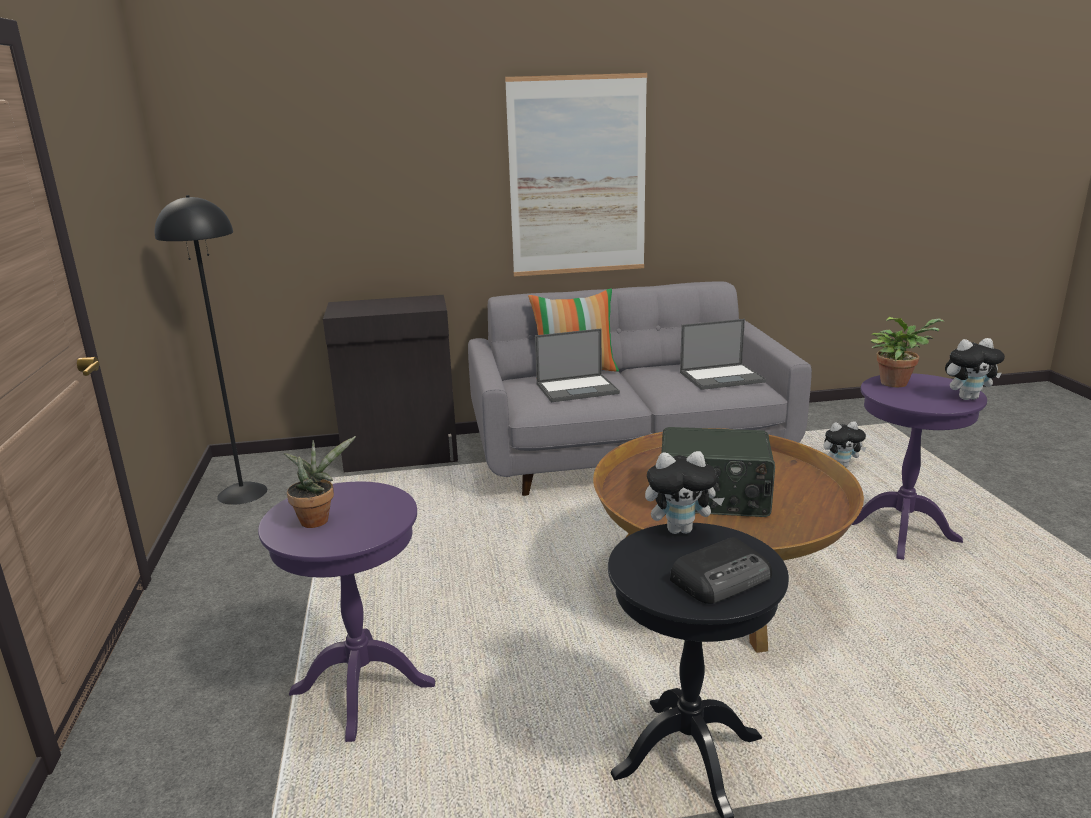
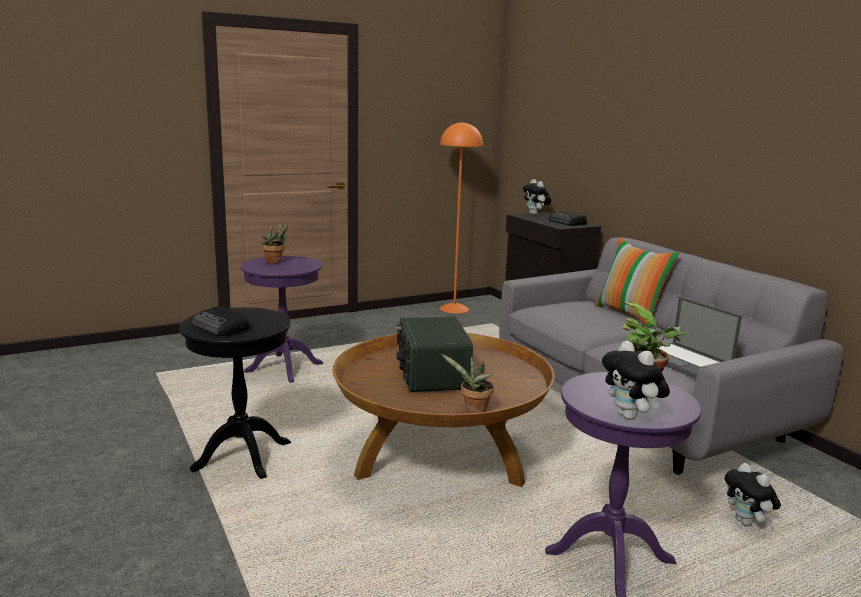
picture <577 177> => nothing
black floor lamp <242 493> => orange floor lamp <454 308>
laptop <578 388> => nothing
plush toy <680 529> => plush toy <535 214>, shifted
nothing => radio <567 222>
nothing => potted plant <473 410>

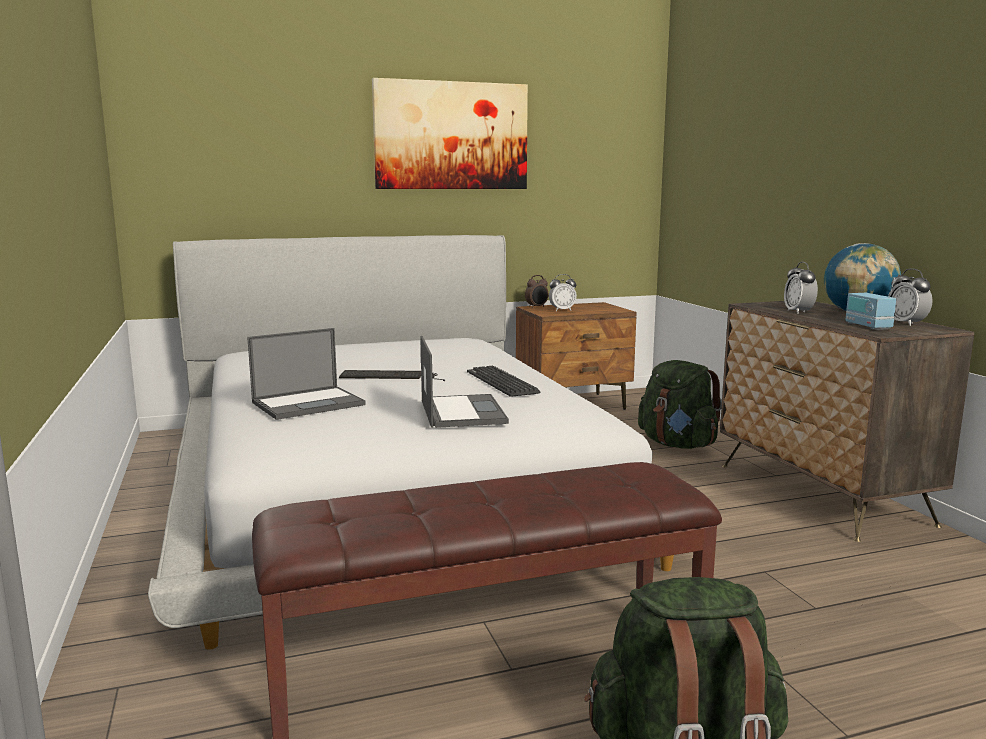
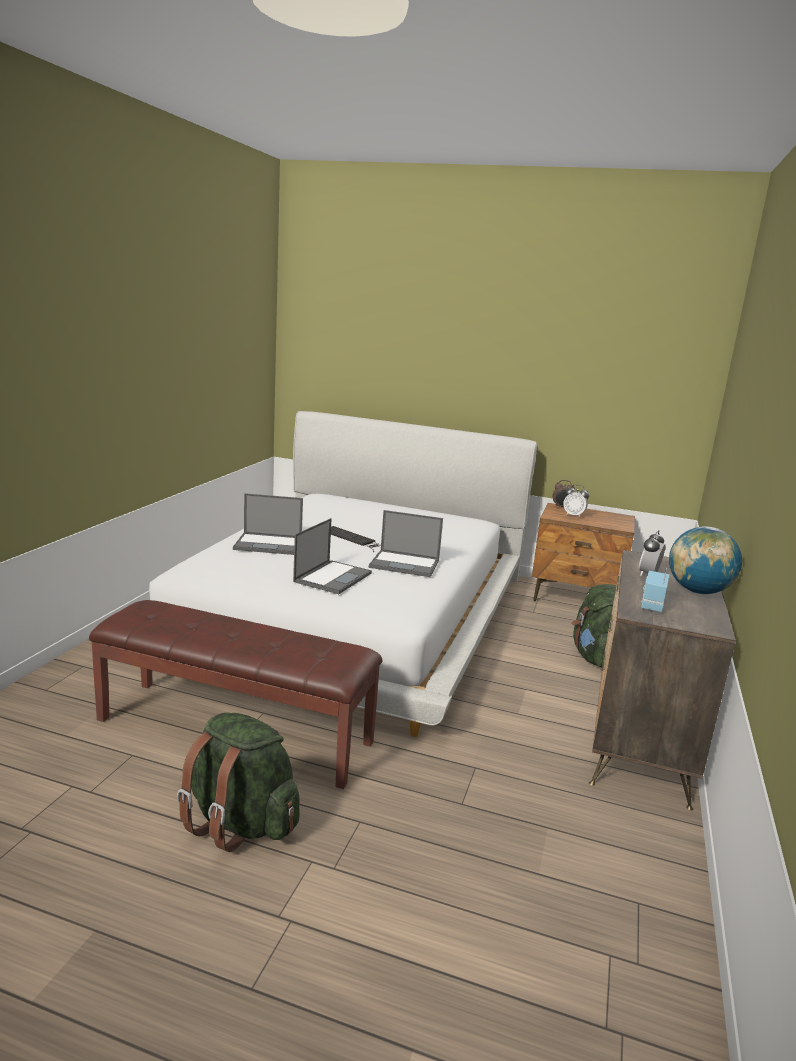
picture <451 136> => nothing
alarm clock <906 324> => nothing
keyboard <501 382> => laptop <405 564>

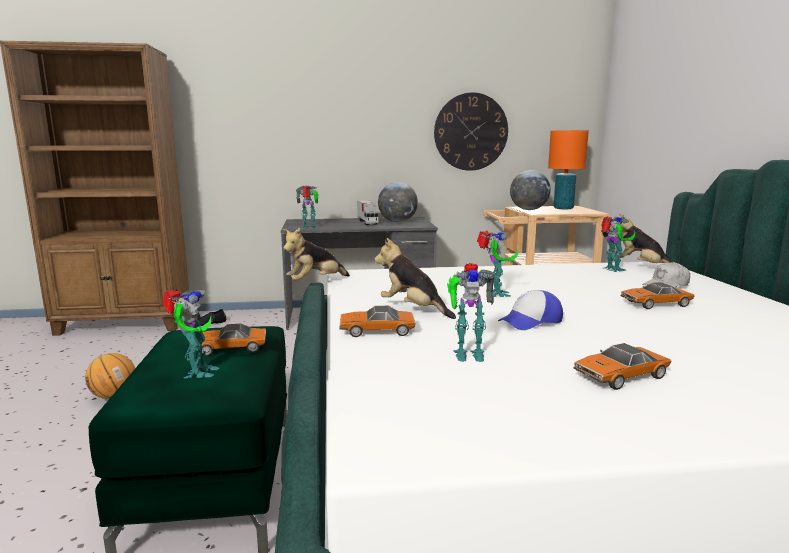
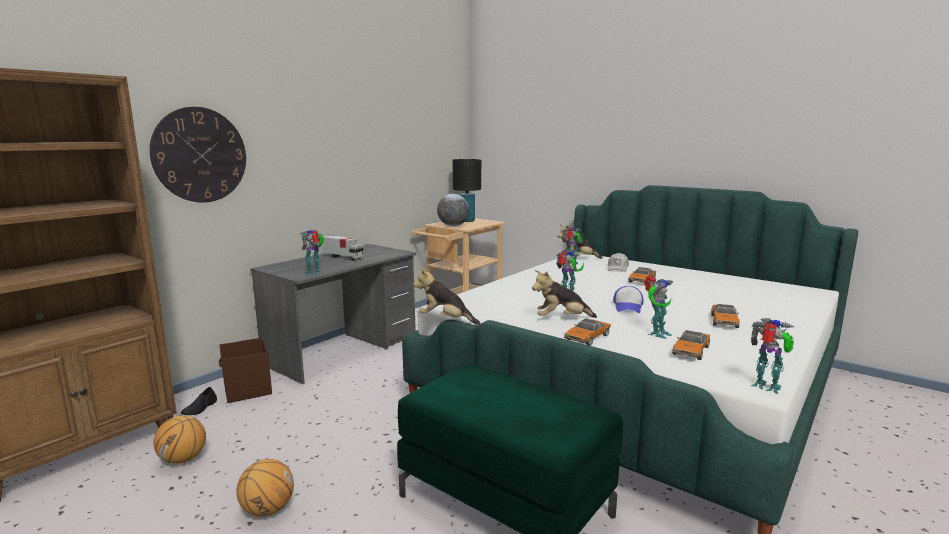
wall clock <471 132> => wall clock <200 155>, shifted
orange table lamp <563 208> => black table lamp <467 221>
globe <397 222> => nothing
plush toy <315 282> => plush toy <445 320>, 105 degrees clockwise
toy robot <197 372> => toy robot <767 388>, shifted
toy car <229 348> => toy car <690 351>, shifted
nothing => brown storage box <247 390>
nothing => basketball <183 459>

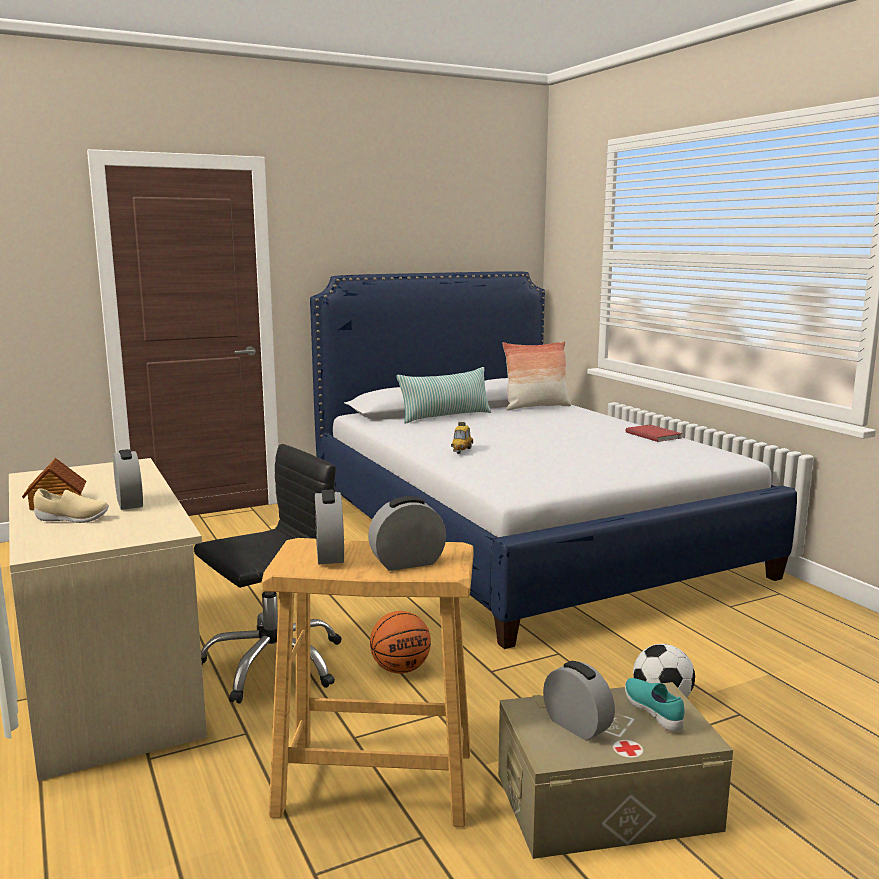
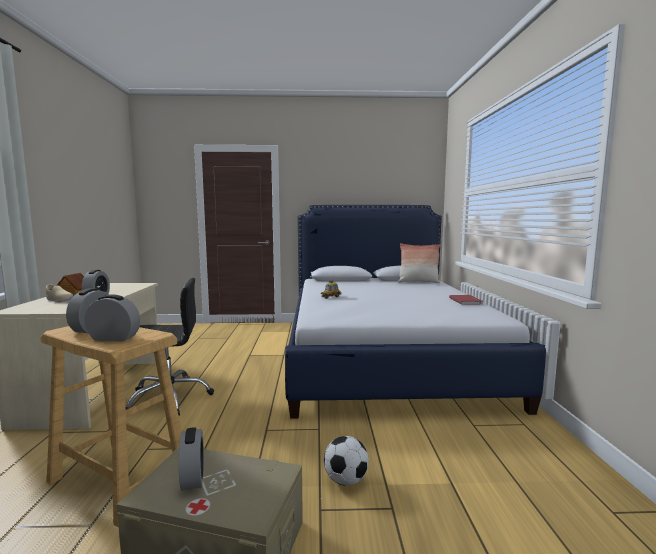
pillow <445 416> => nothing
basketball <400 669> => nothing
turquoise shoe <654 712> => nothing

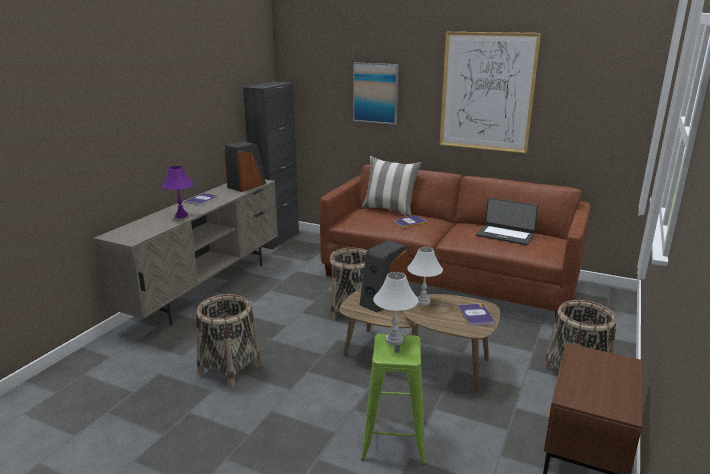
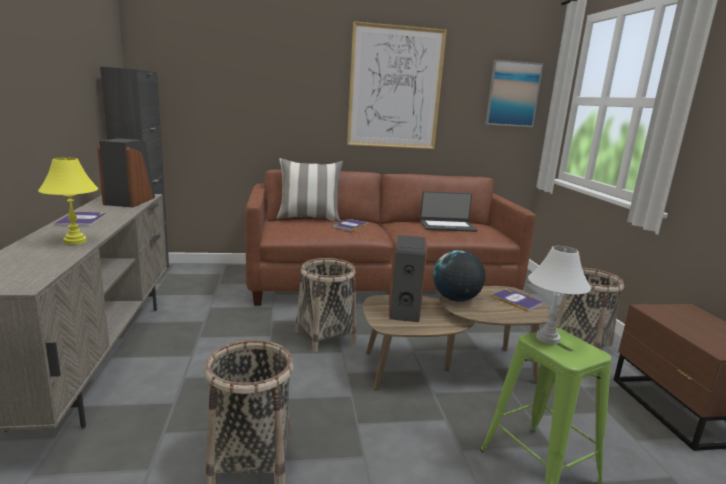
picture <375 93> => picture <513 94>, shifted
purple table lamp <181 216> => yellow table lamp <75 241>
white table lamp <423 302> => globe <456 299>

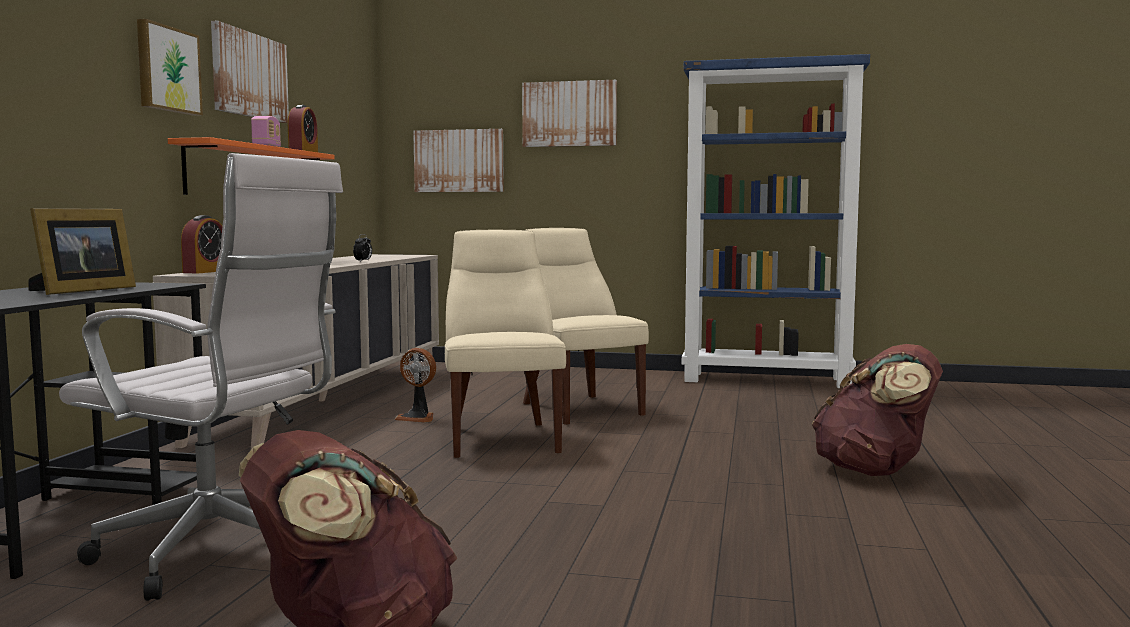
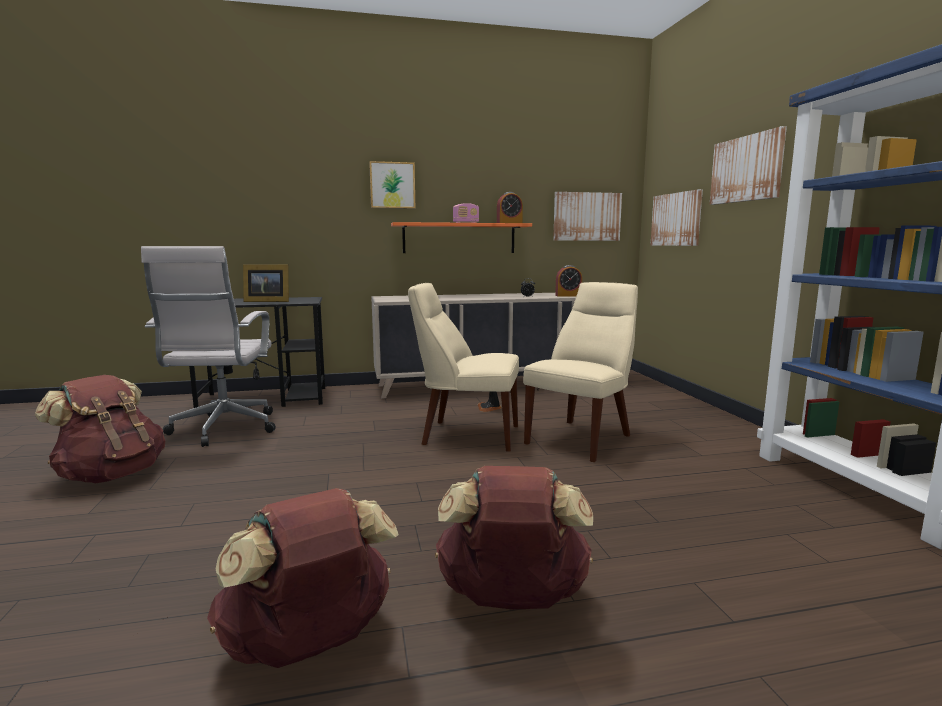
picture <249 75> => picture <586 216>, shifted
alarm clock <205 271> => alarm clock <568 296>, shifted
beige chair <502 438> => beige chair <466 435>, 135 degrees counterclockwise
nothing => brown backpack <310 645>

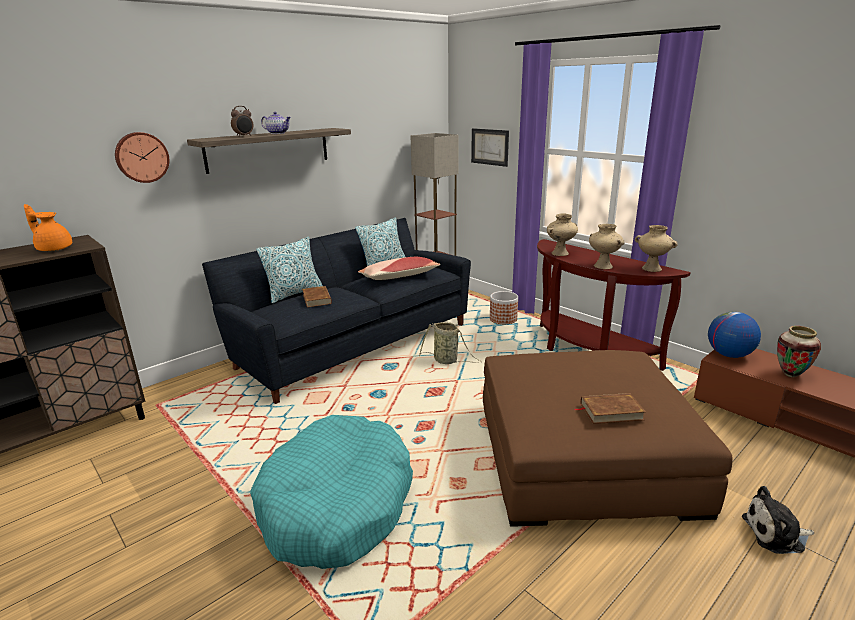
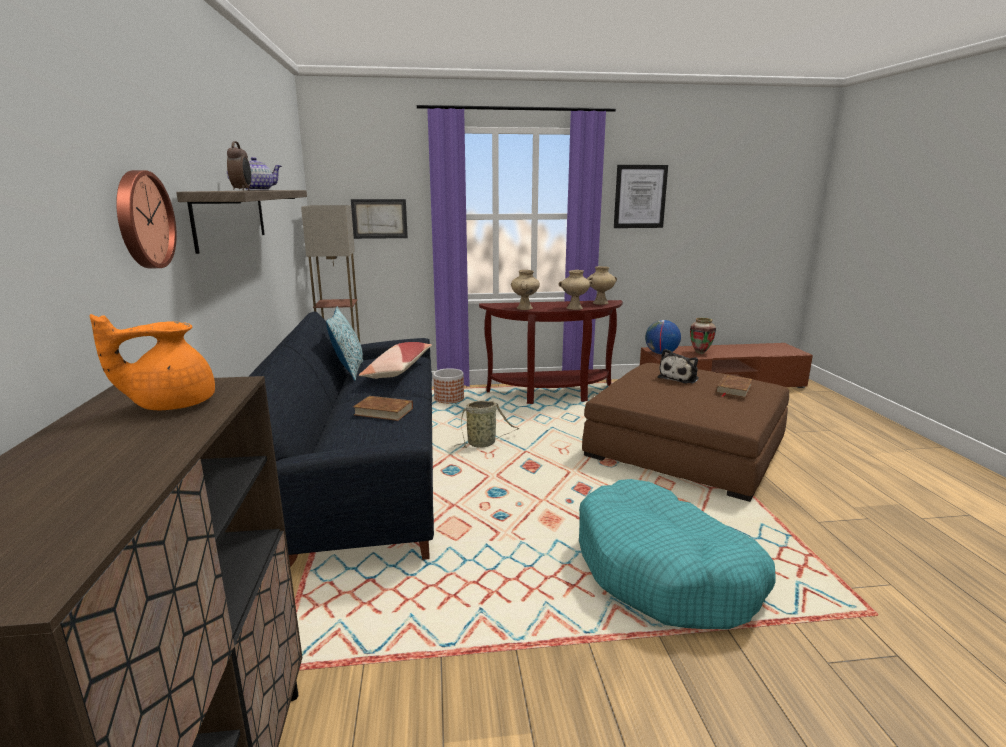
pillow <294 293> => nothing
plush toy <776 534> => plush toy <679 378>, shifted
nothing => picture <640 196>

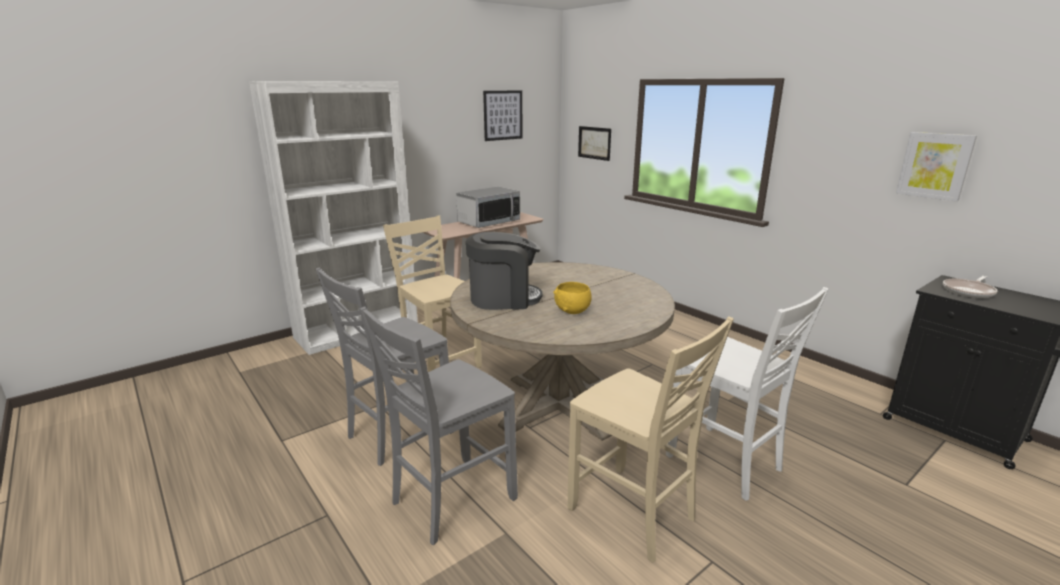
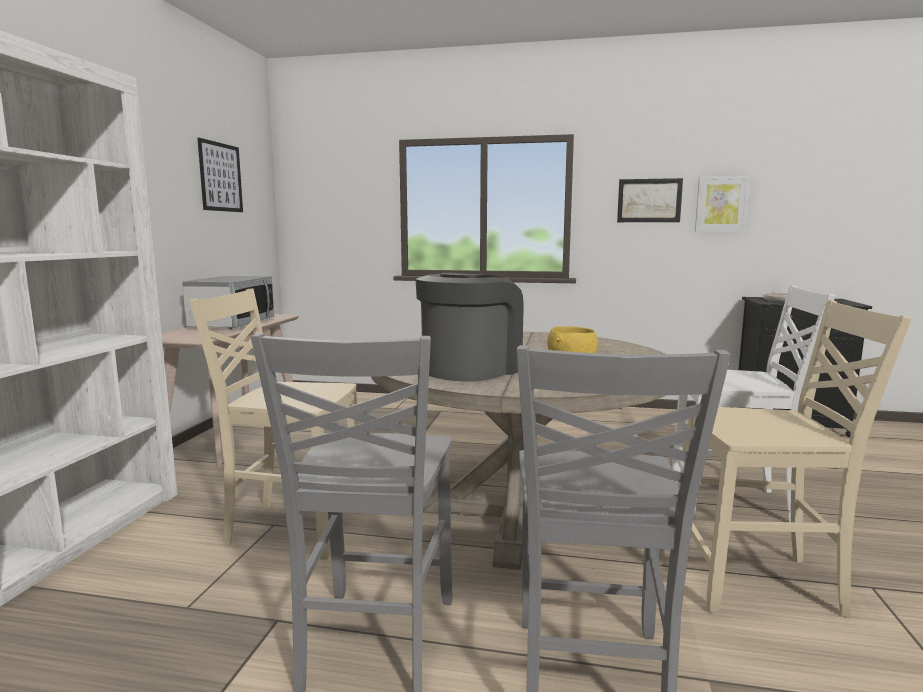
picture <594 143> => picture <649 200>, shifted

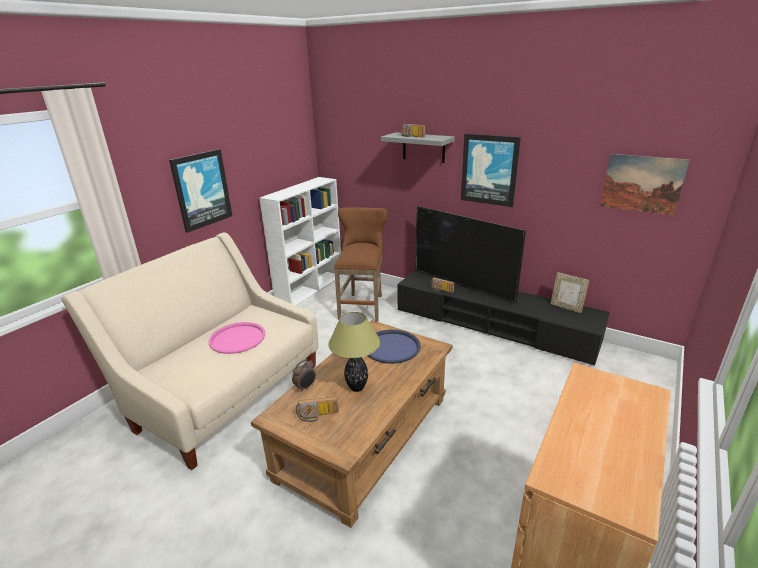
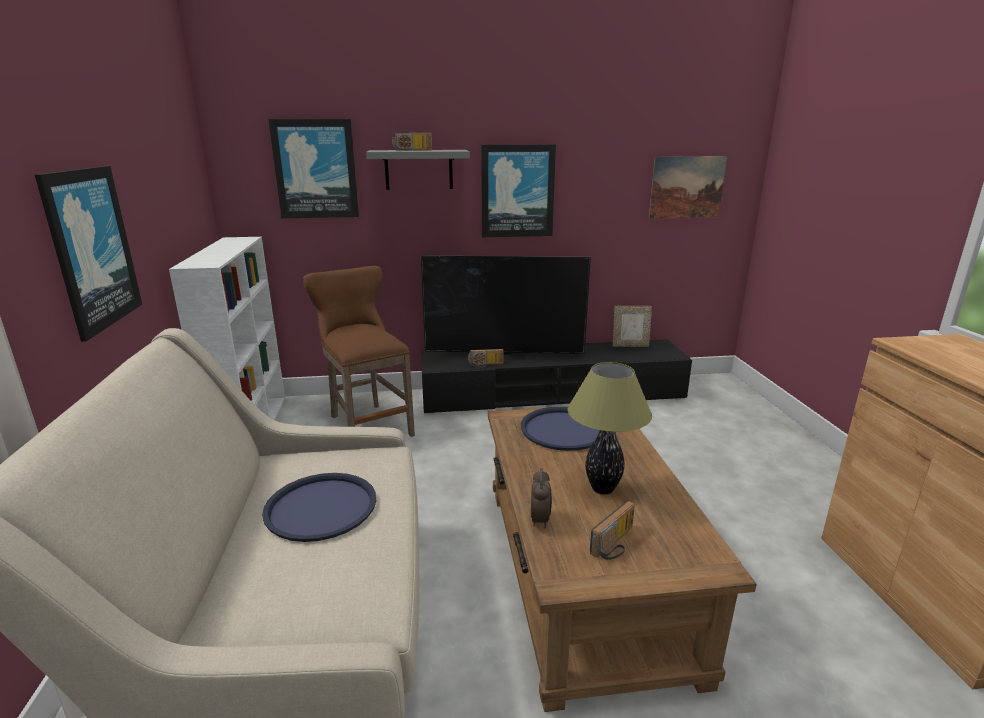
pink tray <237 338> => blue tray <321 507>
nothing => picture <315 169>

